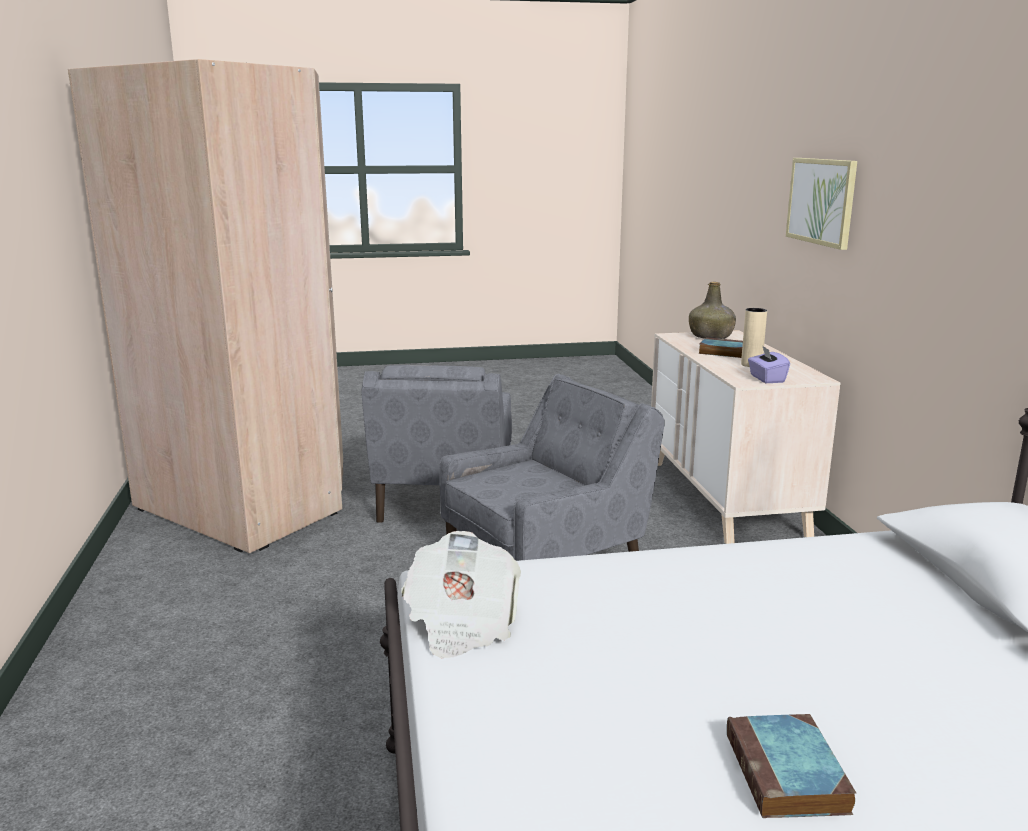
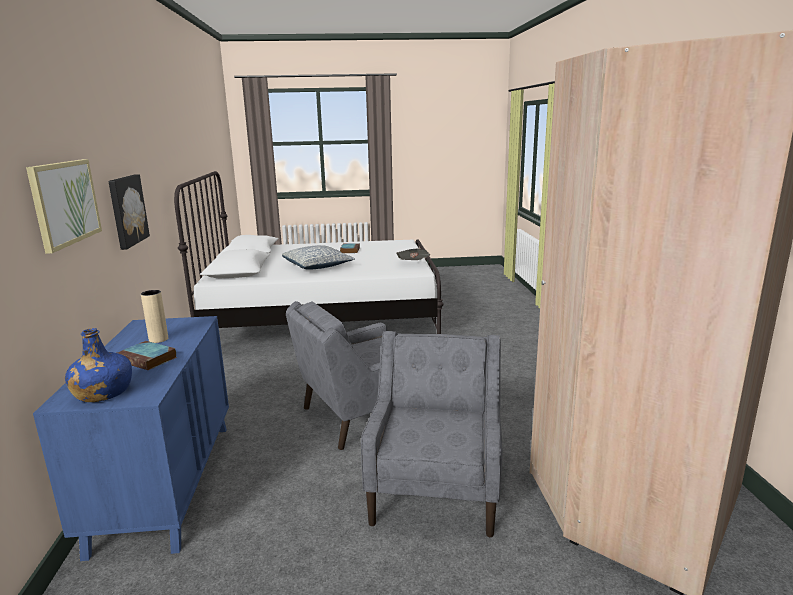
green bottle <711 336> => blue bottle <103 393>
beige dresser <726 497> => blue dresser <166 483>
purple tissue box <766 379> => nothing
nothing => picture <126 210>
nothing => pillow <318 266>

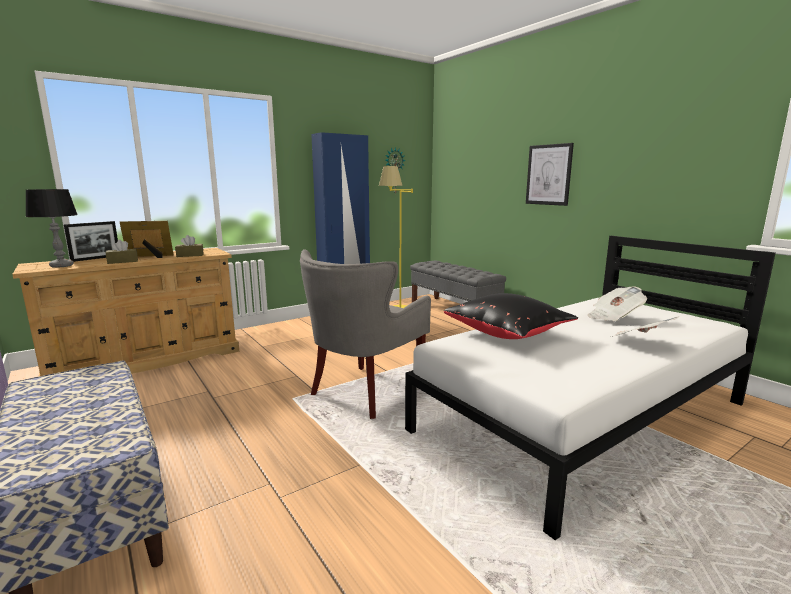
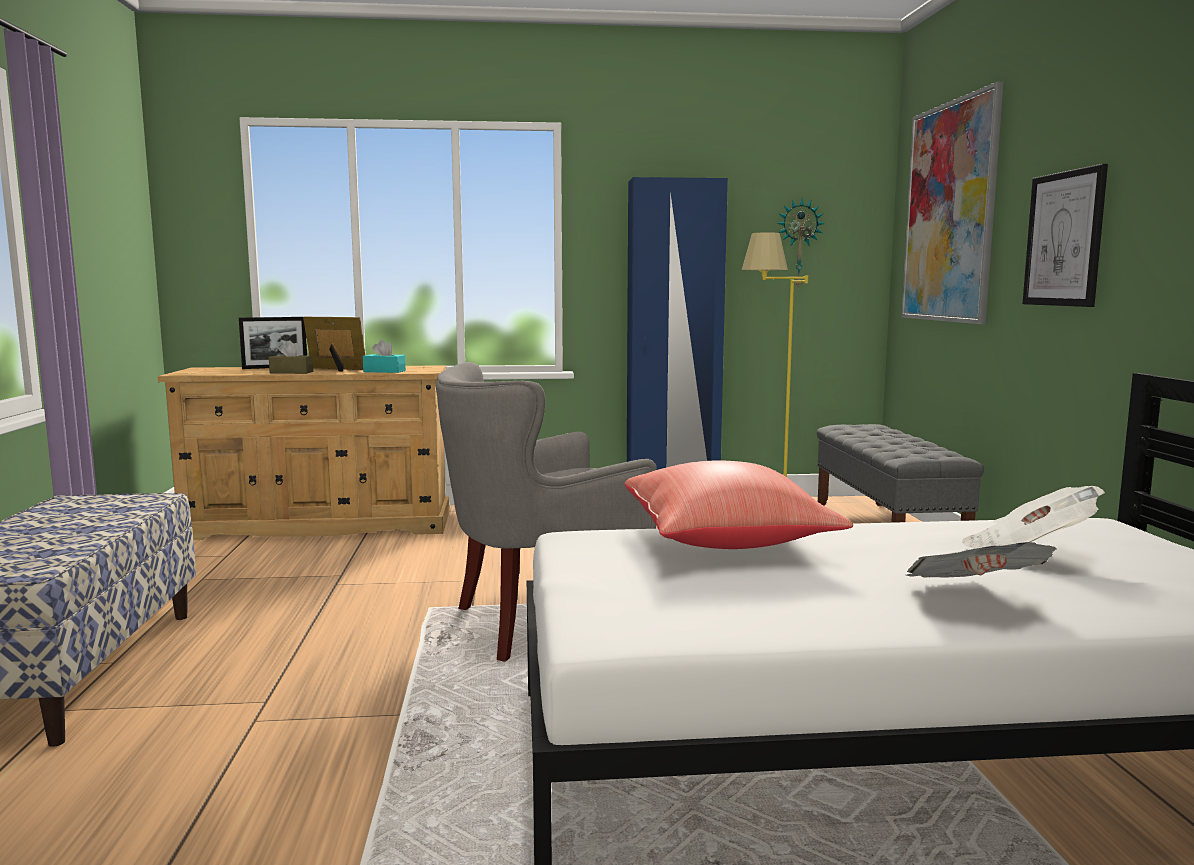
table lamp <62 266> => nothing
brown tissue box <190 255> => turquoise tissue box <384 371>
black pillow <508 334> => red pillow <727 542>
nothing => picture <949 213>

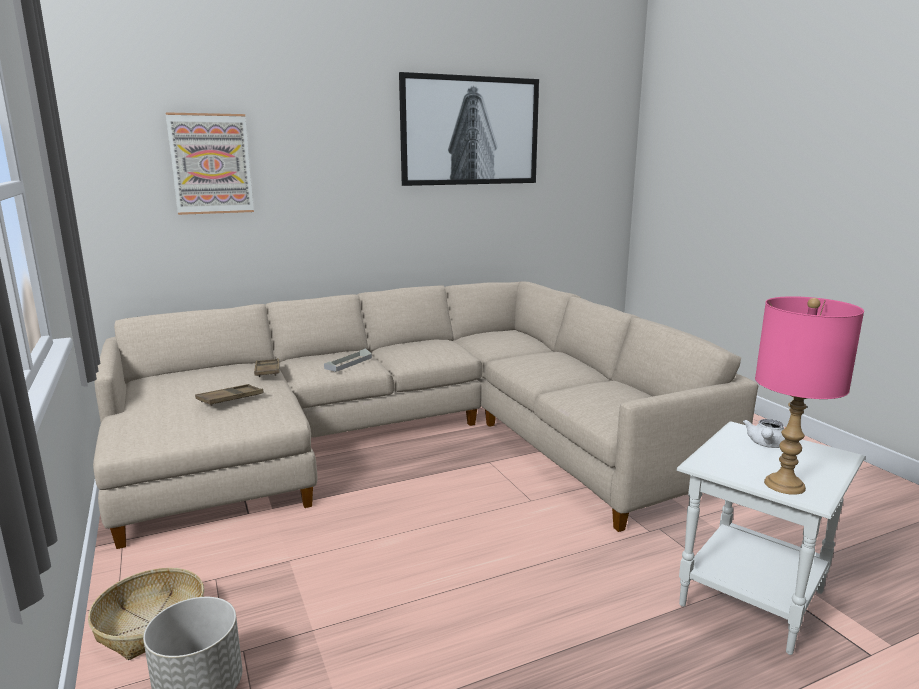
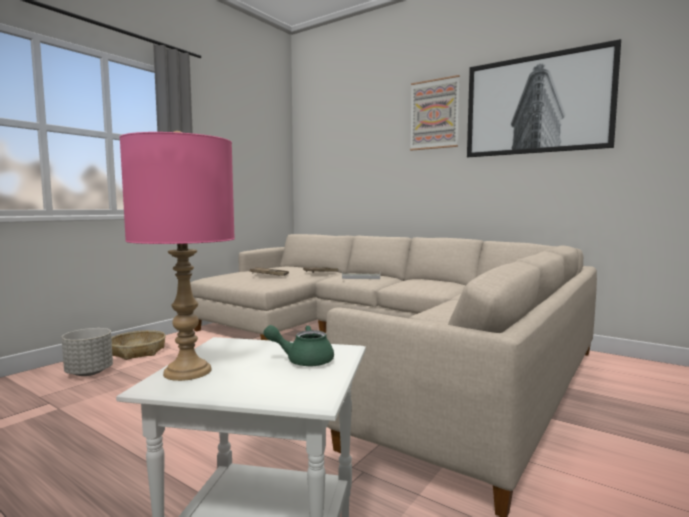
picture <211 164> => picture <434 114>, shifted
white teapot <766 445> => green teapot <303 360>

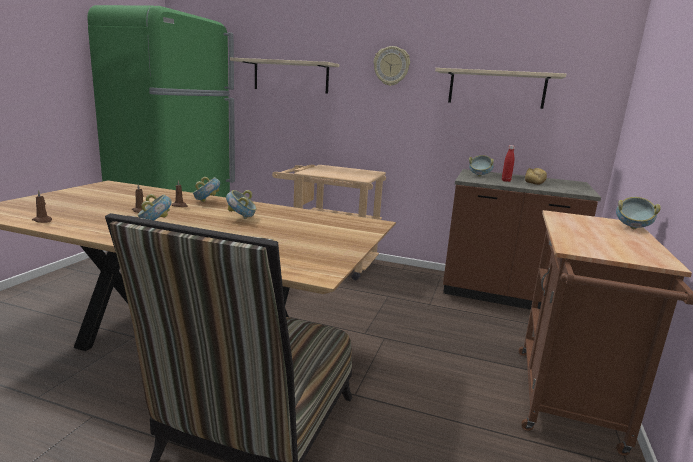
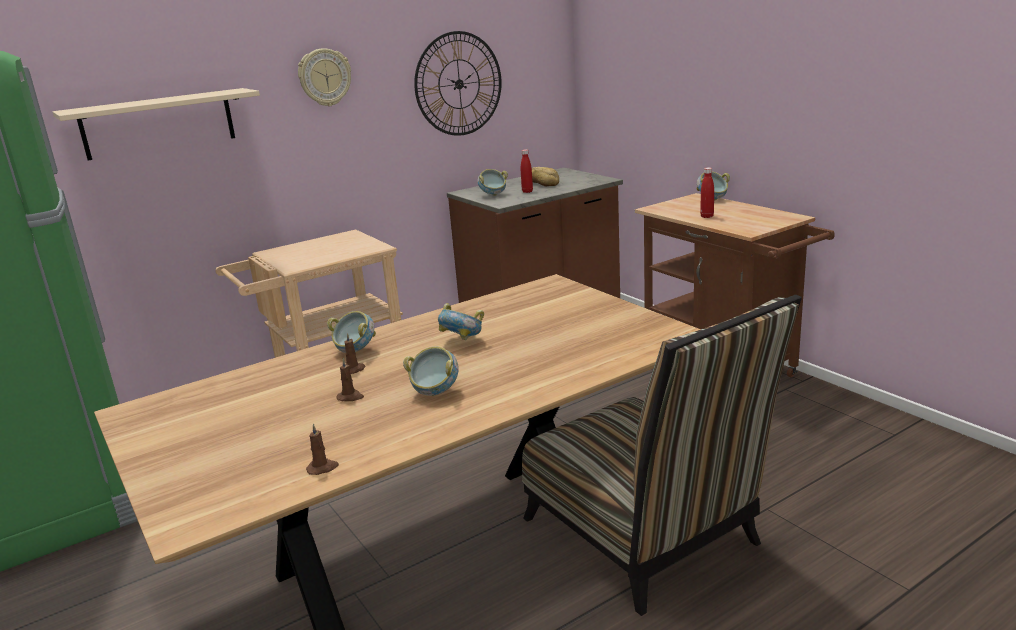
beige shelf <496 89> => wall clock <459 84>
nothing => red bottle <707 216>

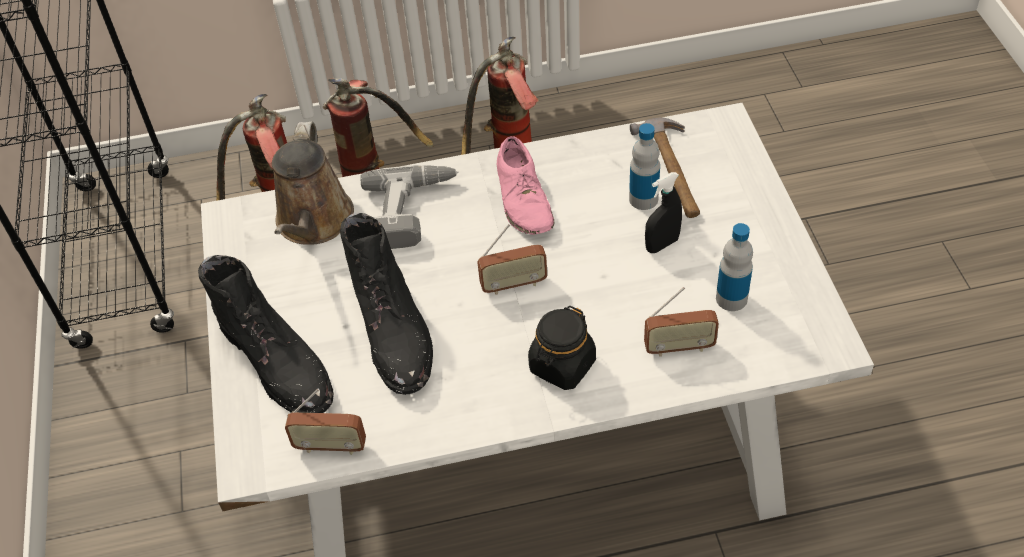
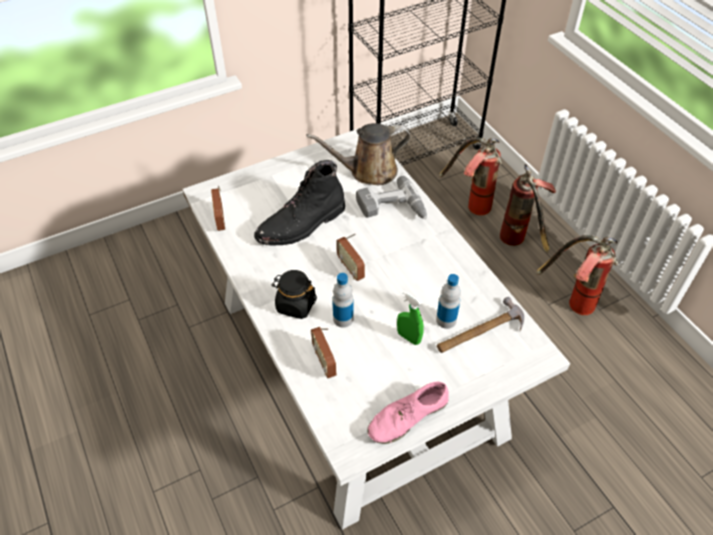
pink shoe <524 199> => pink shoe <407 417>, shifted
black spray bottle <662 244> => green spray bottle <408 337>
bottle <731 298> => bottle <343 319>, shifted
black boot <279 362> => nothing

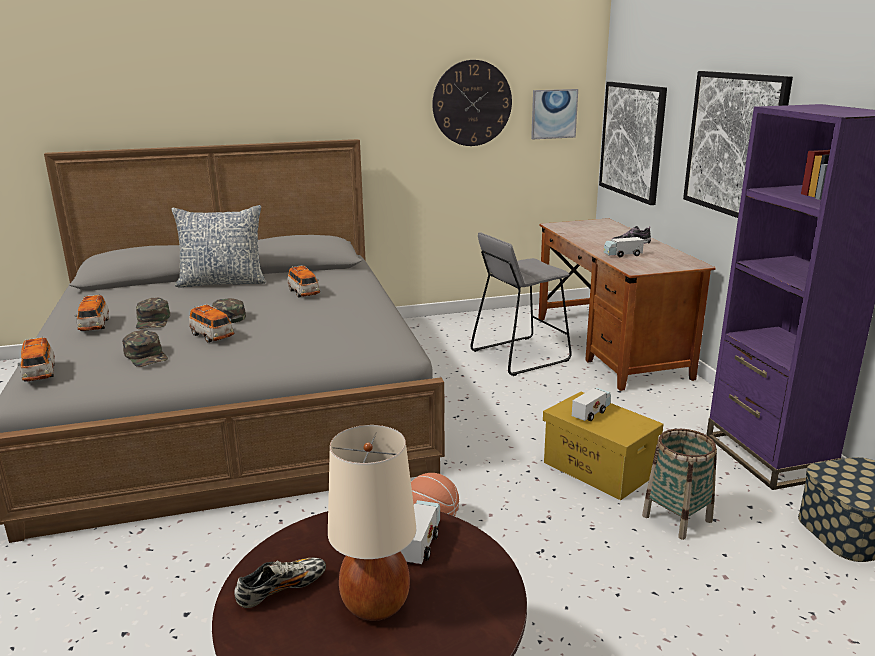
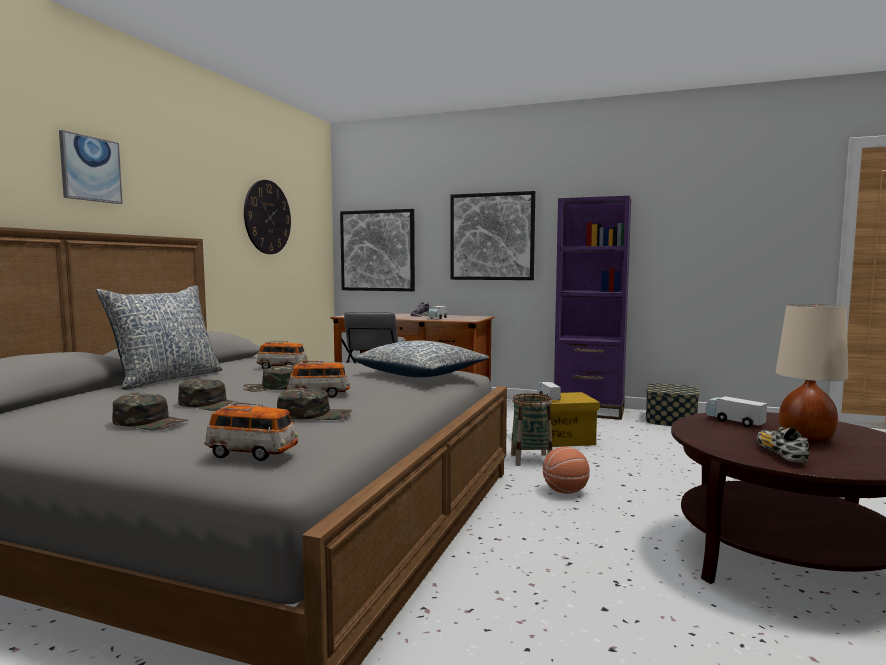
picture <554 114> => picture <90 169>, shifted
toy car <94 326> => green cap <150 422>
basket <677 518> => basket <531 459>, shifted
nothing => pillow <421 374>

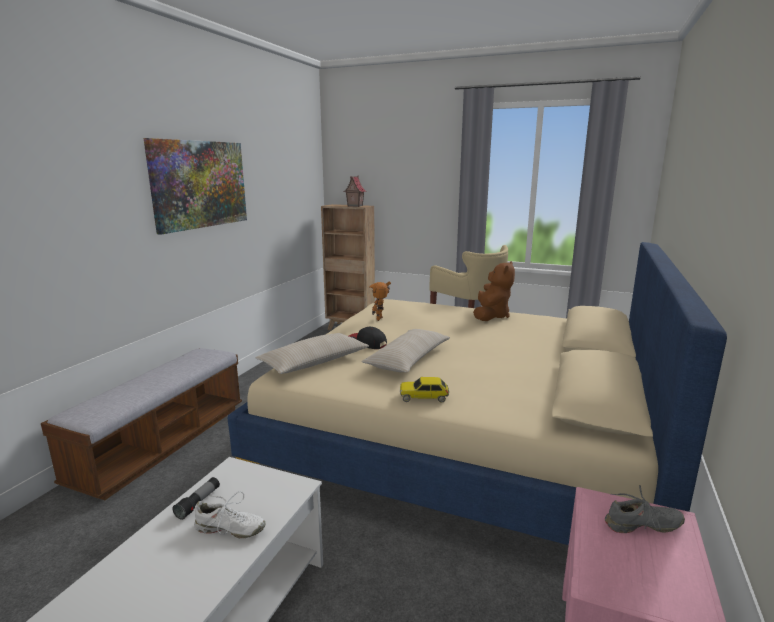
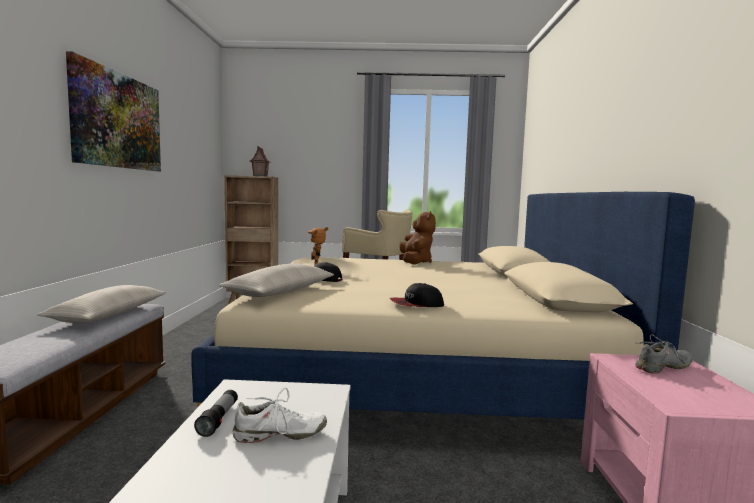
beige pillow <408 360> => beige pillow <109 315>, shifted
toy car <424 397> => cap <416 305>

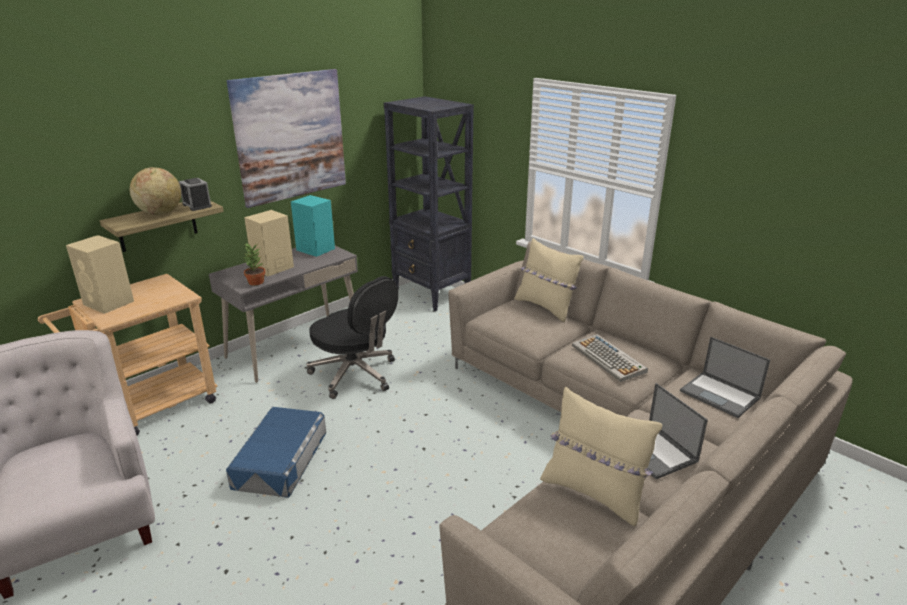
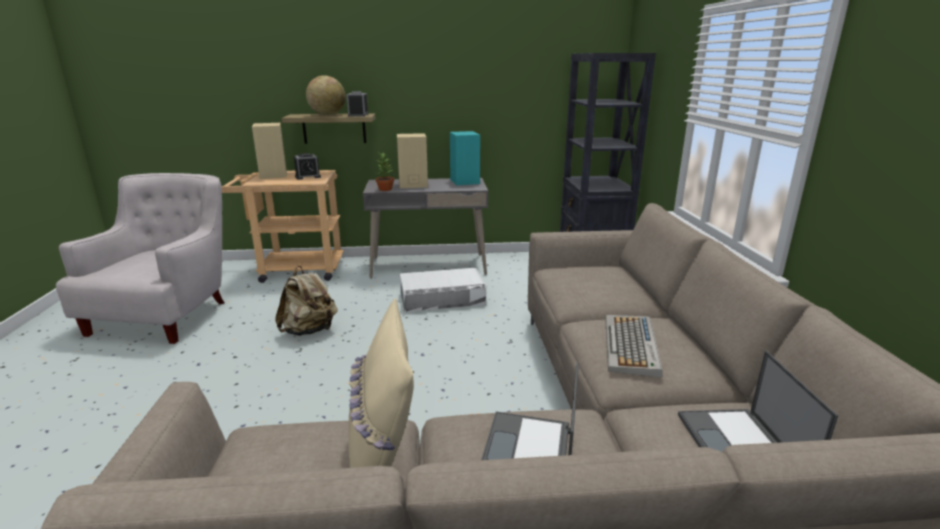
picture <290 136> => nothing
beige pillow <545 307> => nothing
black office chair <355 375> => white storage box <442 298>
blue storage box <280 459> => beige backpack <309 331>
nothing => alarm clock <308 177>

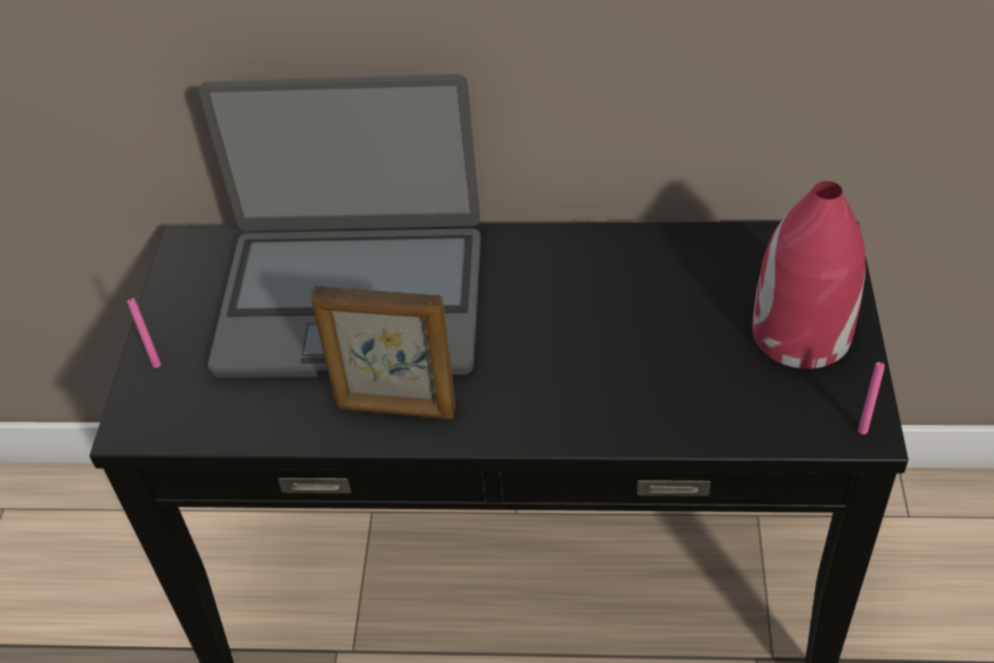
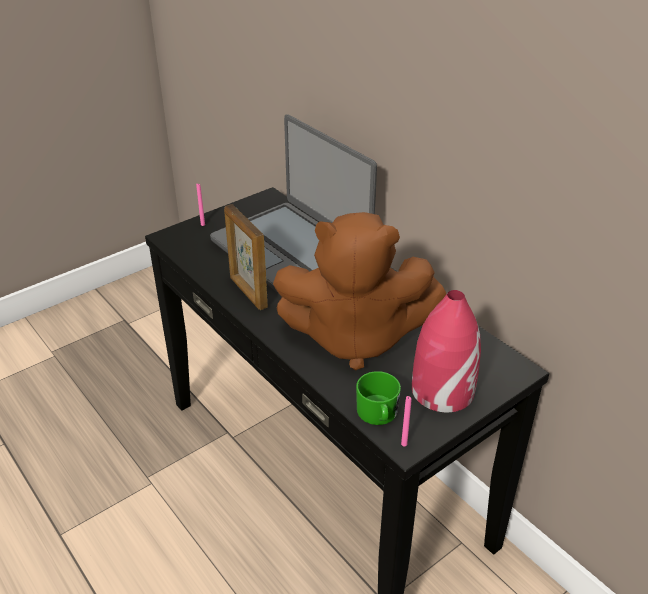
nothing => brown plush toy <355 337>
nothing => green mug <378 414>

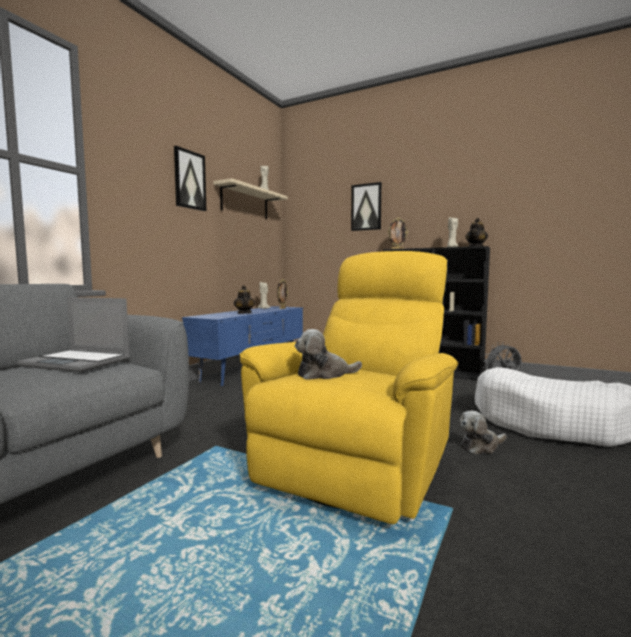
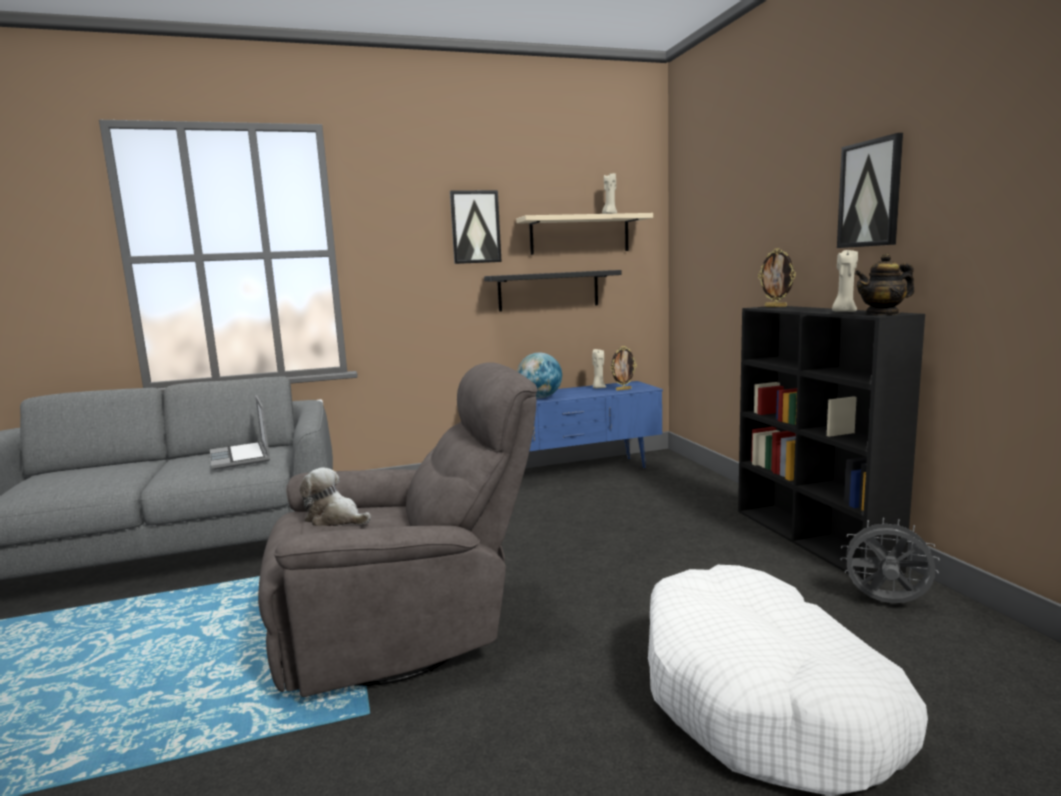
picture <366 207> => picture <870 194>, shifted
yellow armchair <360 465> => grey armchair <406 631>
teapot <244 313> => globe <540 397>
plush toy <480 446> => nothing
nothing => black shelf <548 290>

